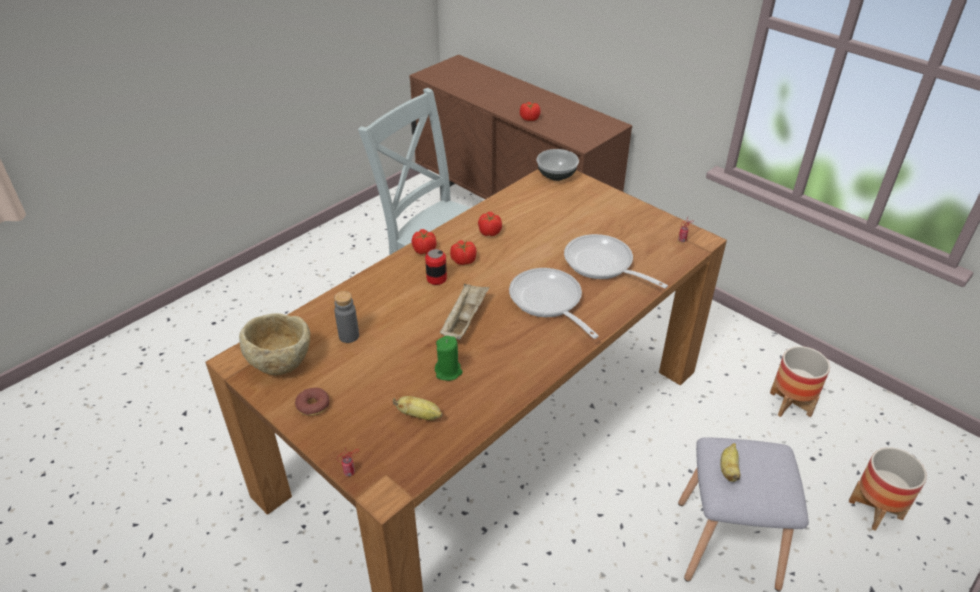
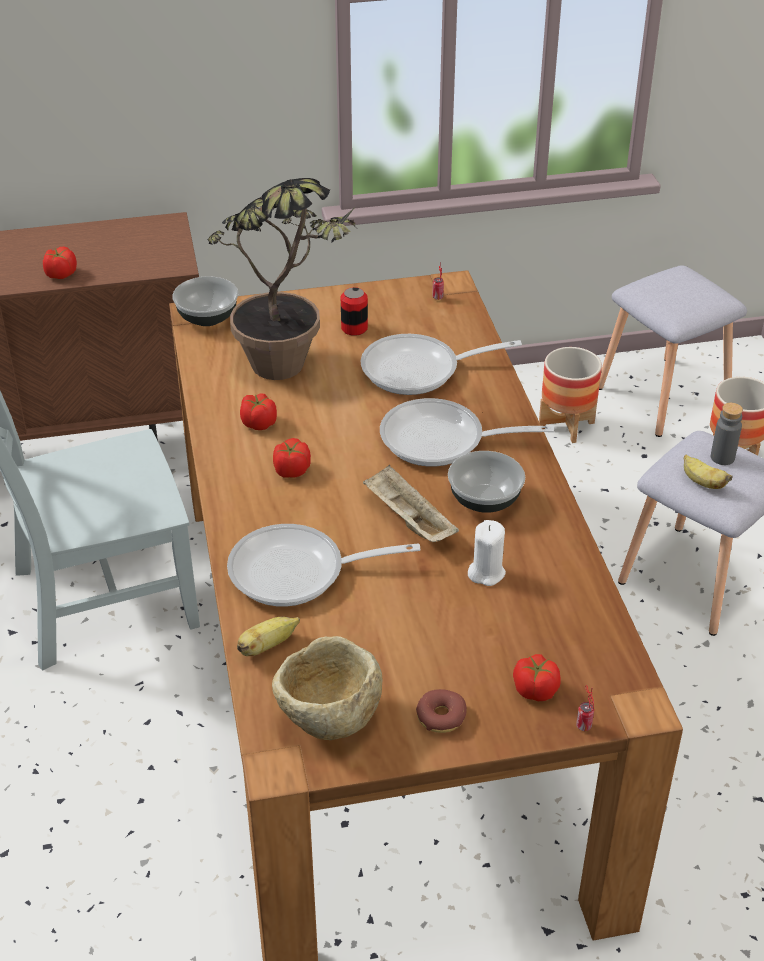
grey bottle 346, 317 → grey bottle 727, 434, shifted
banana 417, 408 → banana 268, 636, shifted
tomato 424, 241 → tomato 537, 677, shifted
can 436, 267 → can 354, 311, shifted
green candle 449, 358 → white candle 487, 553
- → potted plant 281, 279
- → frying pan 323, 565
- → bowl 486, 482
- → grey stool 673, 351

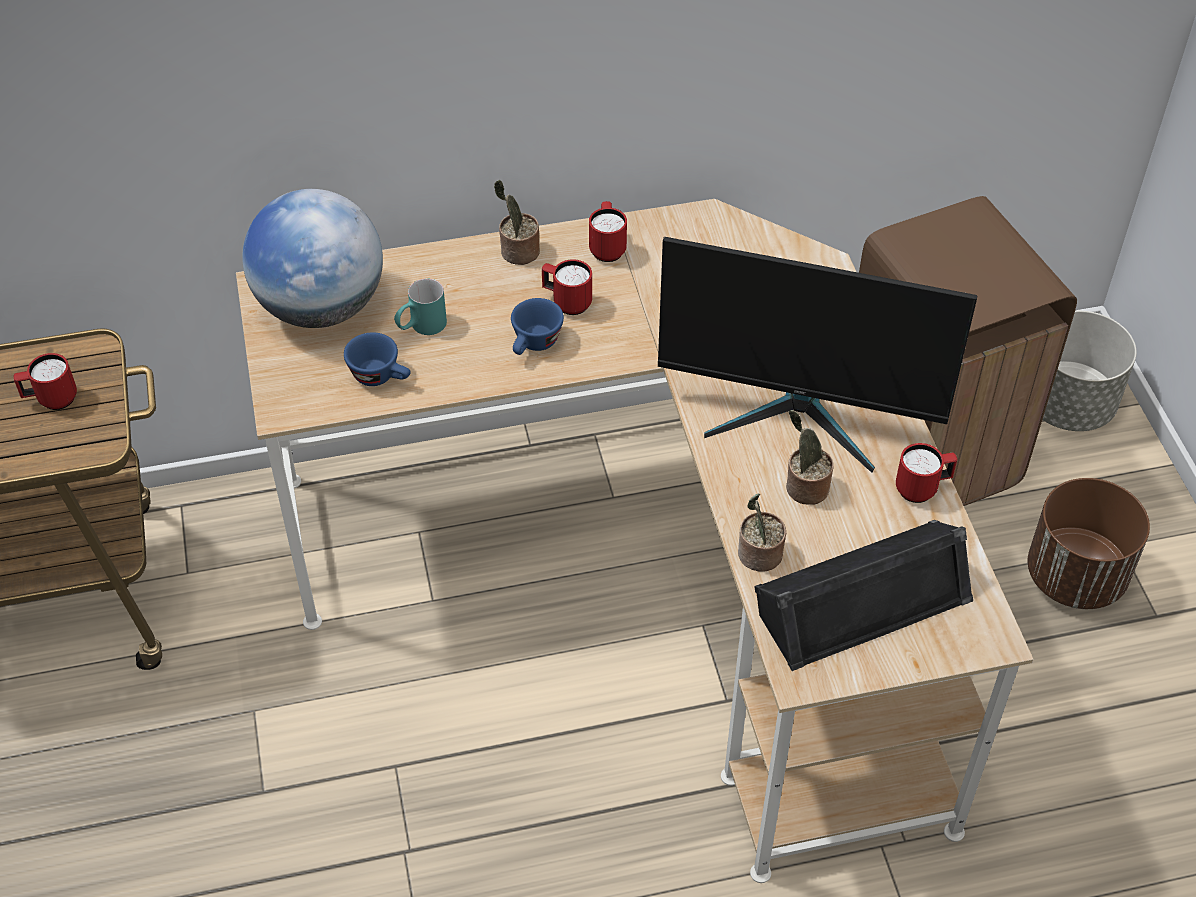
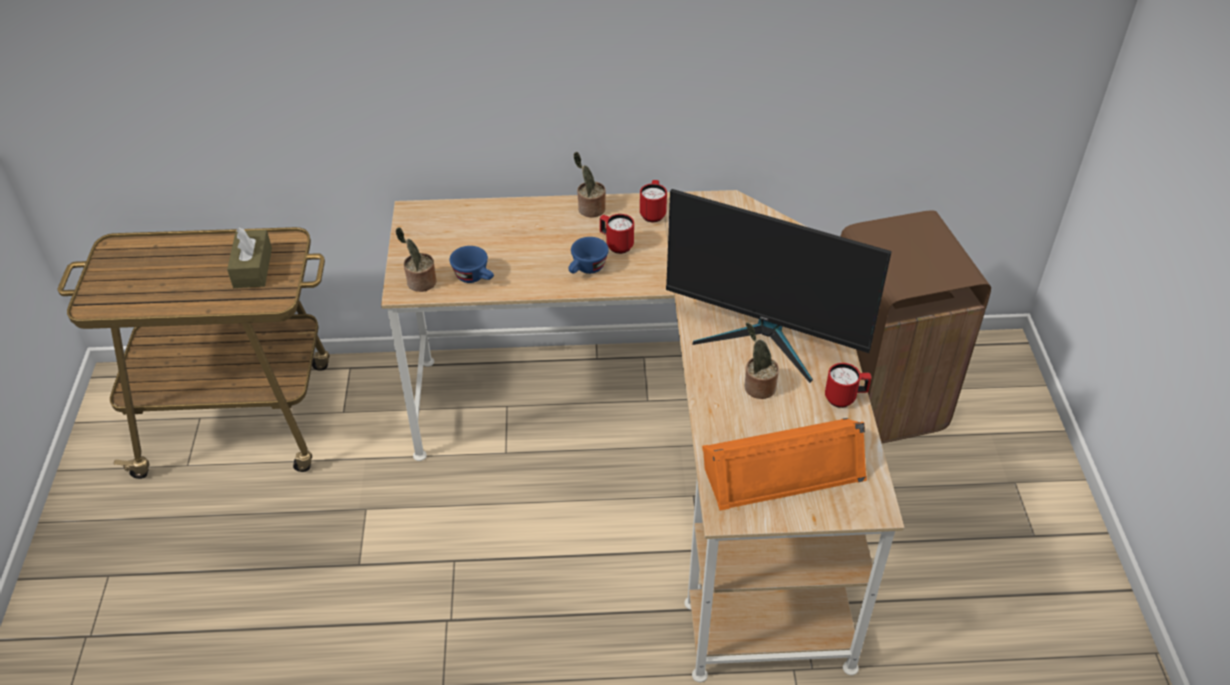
red mug 45, 381 → brown tissue box 249, 257
globe 312, 258 → -
turquoise mug 420, 307 → -
potted plant 762, 532 → potted plant 416, 259, shifted
black speaker 863, 595 → orange speaker 784, 464
brown planter 1089, 543 → -
grey planter 1089, 371 → -

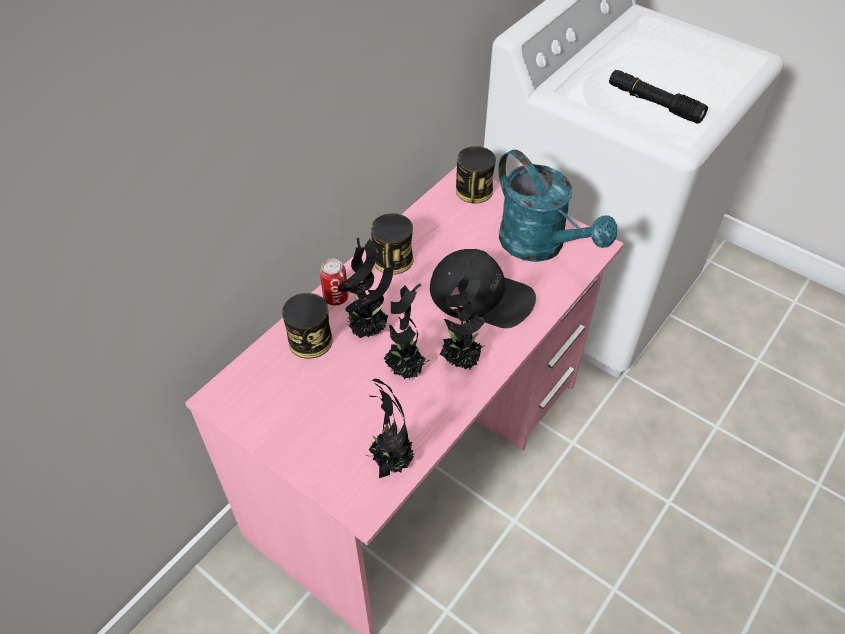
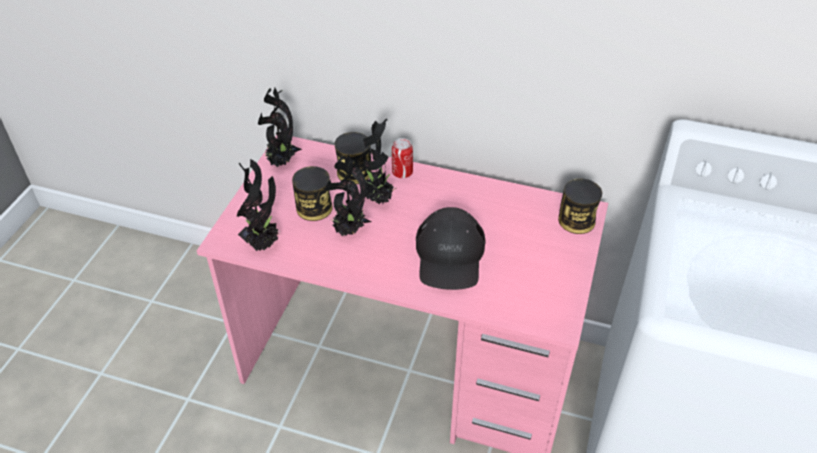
can 392, 244 → can 312, 193, shifted
potted plant 462, 320 → potted plant 280, 127, shifted
turquoise watering can 557, 206 → -
black flashlight 658, 96 → -

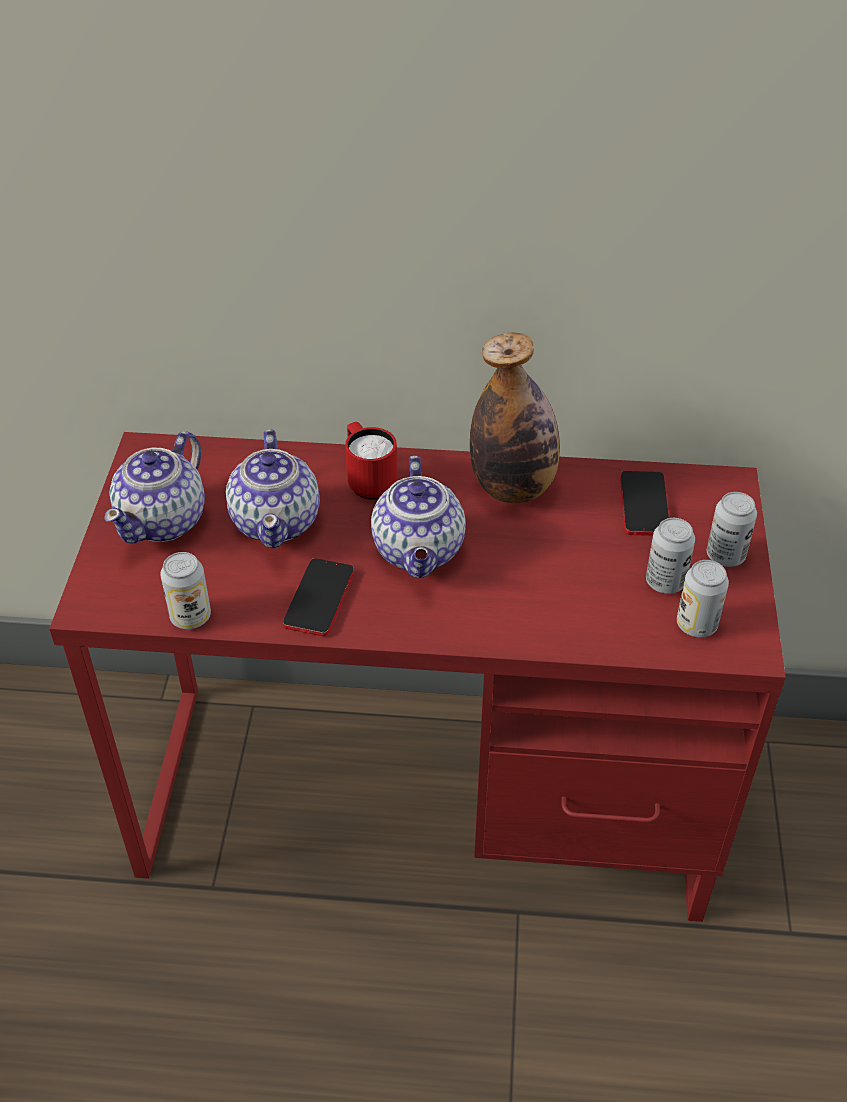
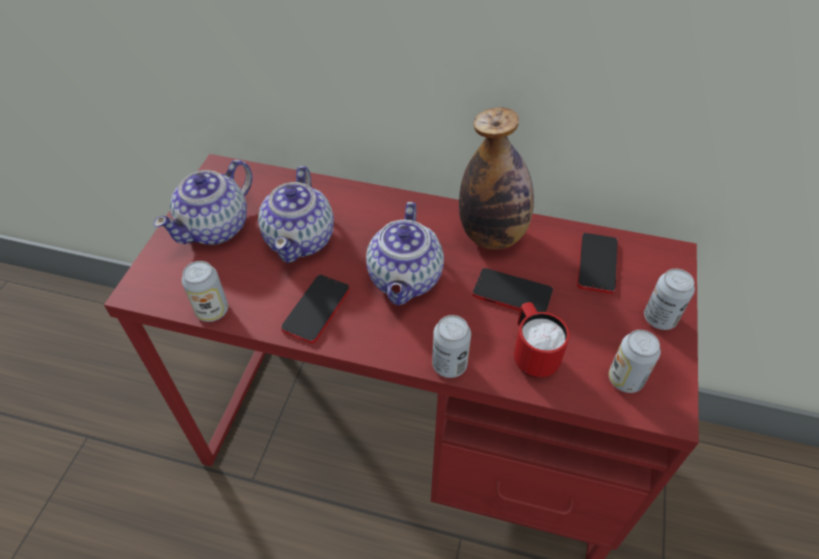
red mug 371, 461 → red mug 542, 340, shifted
can 670, 556 → can 451, 346, shifted
- → phone 512, 290

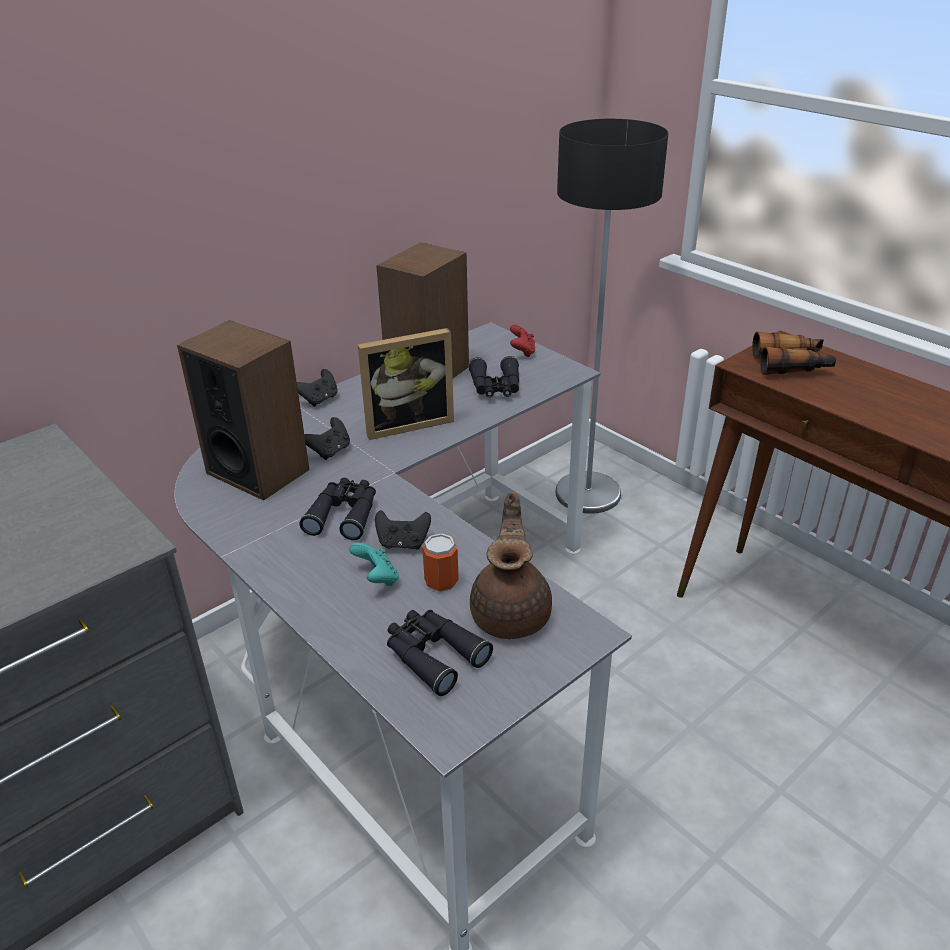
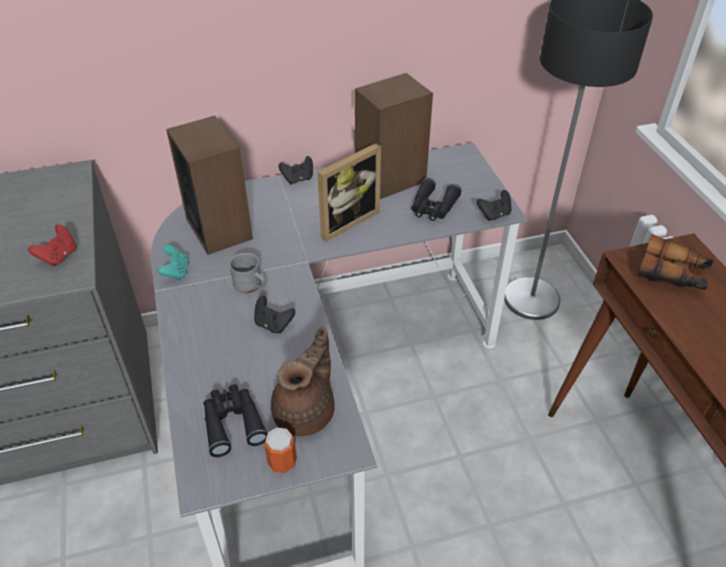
black binoculars 337, 509 → grey mug 247, 273
black game controller 327, 438 → black game controller 494, 205, shifted
turquoise game controller 374, 564 → turquoise game controller 173, 262, shifted
picture frame 406, 384 → picture frame 349, 192, 45 degrees counterclockwise
can 440, 562 → can 280, 450, shifted
red game controller 522, 341 → red game controller 52, 245, shifted

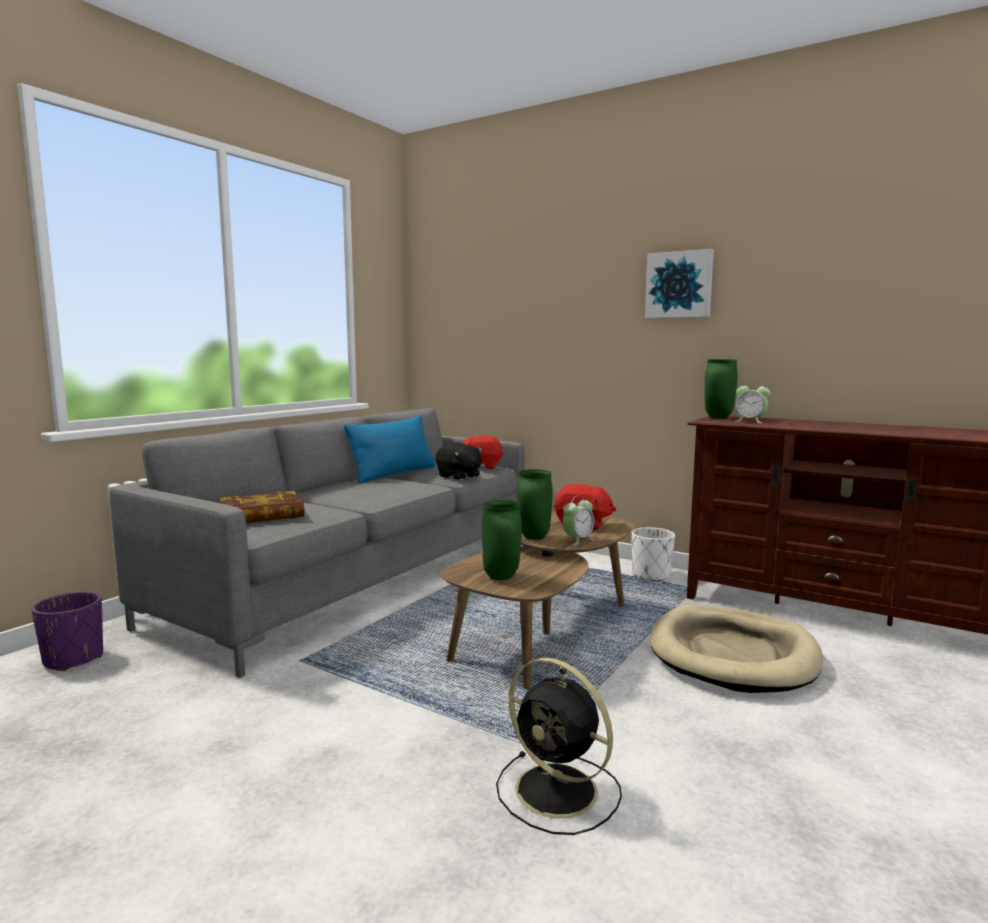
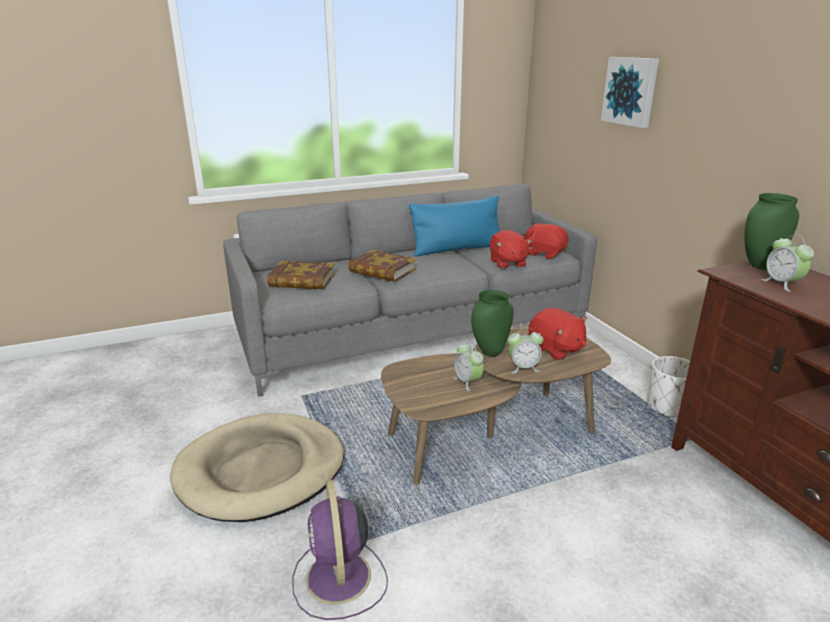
purple planter 67, 631 → -
black plush toy 459, 461 → red plush toy 511, 249
green vase 502, 540 → -
black fan 559, 746 → purple fan 340, 549
picture 679, 283 → picture 630, 92, shifted
beige dog bed 736, 649 → beige dog bed 257, 467, shifted
- → book 382, 266
- → alarm clock 468, 366

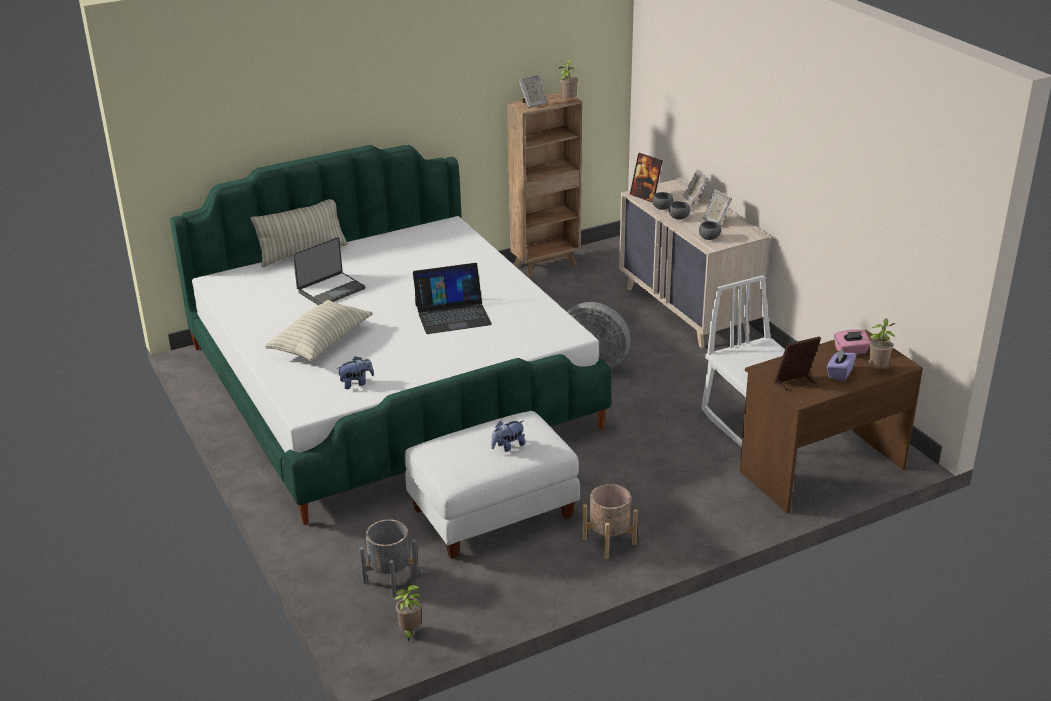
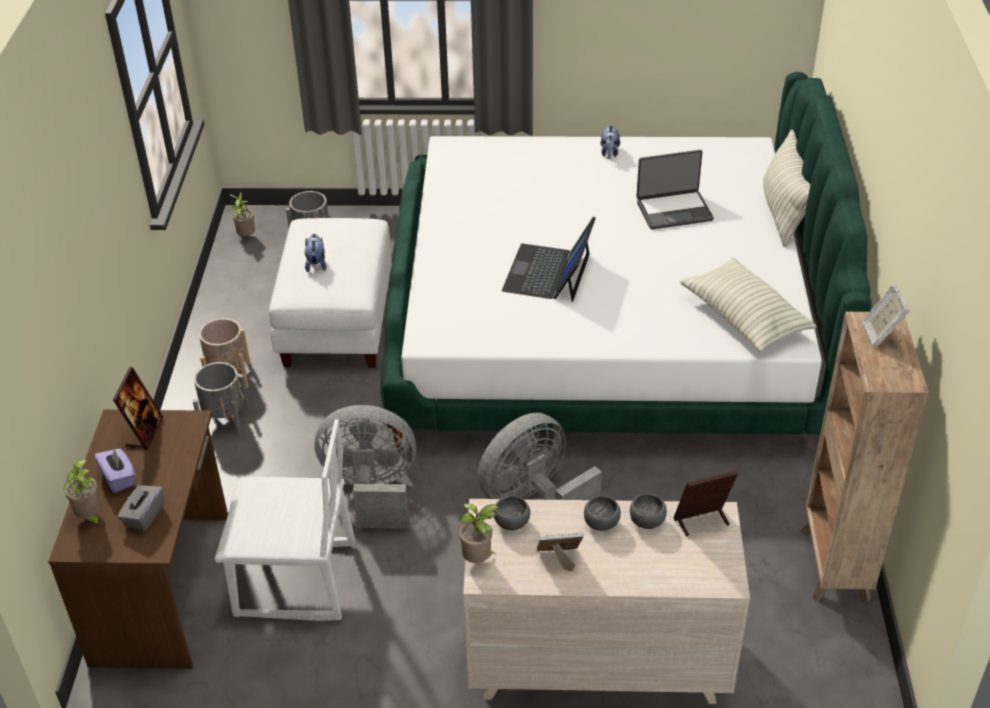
pillow 319, 330 → pillow 748, 305, shifted
laptop 329, 271 → laptop 675, 189, 90 degrees counterclockwise
plush toy 355, 372 → plush toy 610, 141, shifted
potted plant 568, 78 → potted plant 479, 533, shifted
picture frame 695, 187 → -
pink tissue box 852, 342 → grey tissue box 140, 508
- → grey planter 221, 399
- → grey fan 365, 467

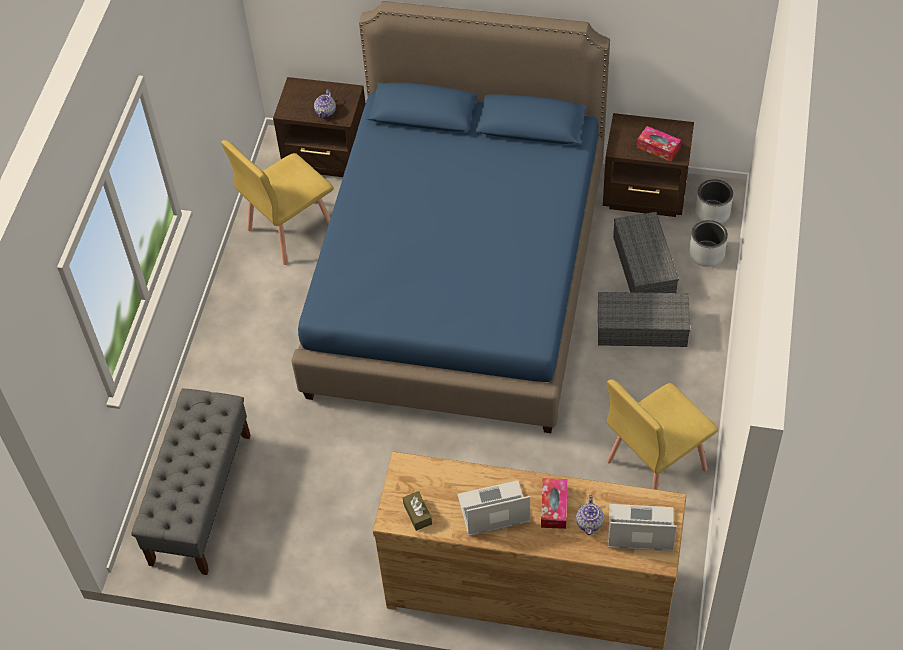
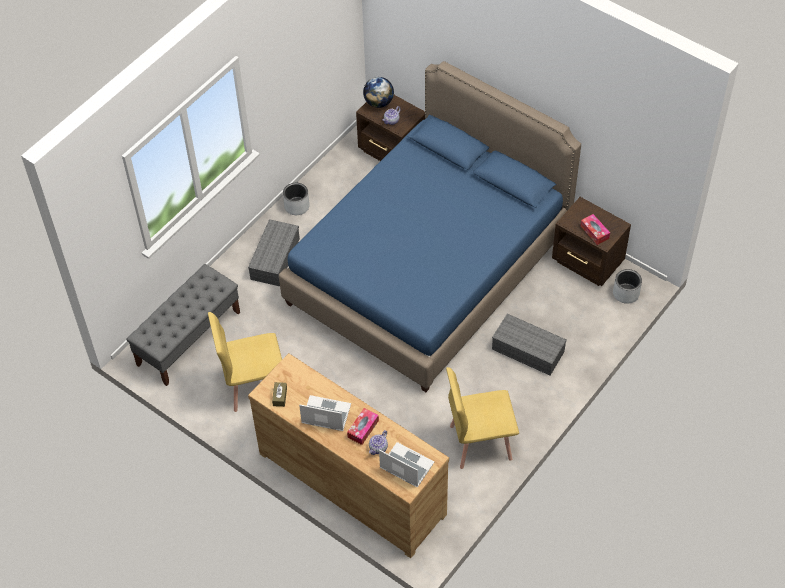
yellow chair 277, 202 → yellow chair 245, 362, shifted
grey storage box 646, 252 → grey storage box 274, 252, shifted
grey planter 708, 243 → grey planter 296, 199, shifted
- → globe 378, 92

